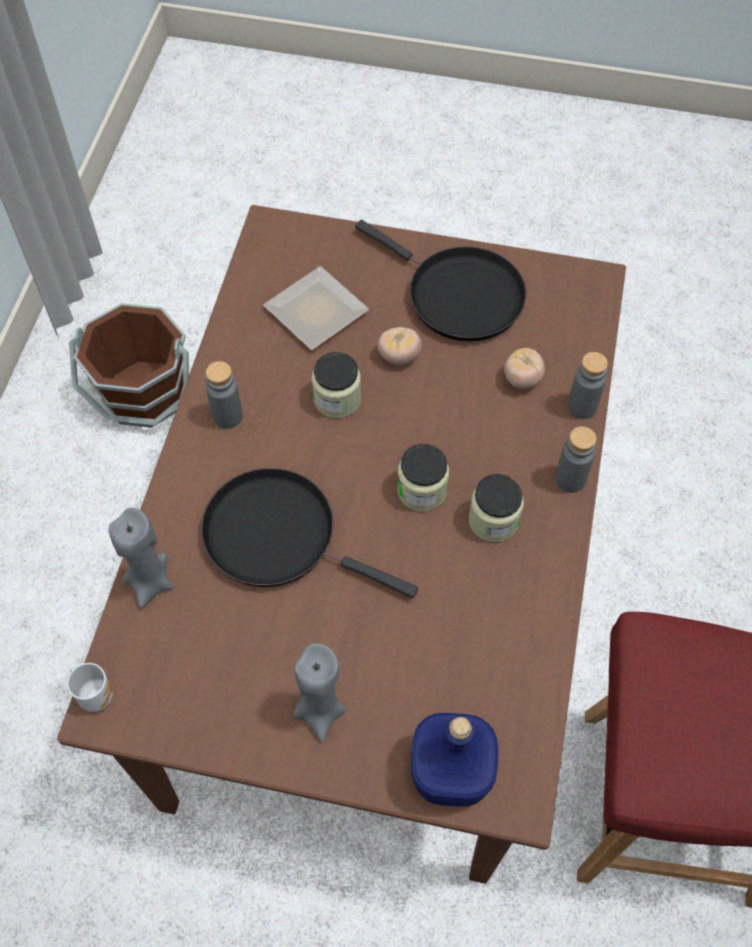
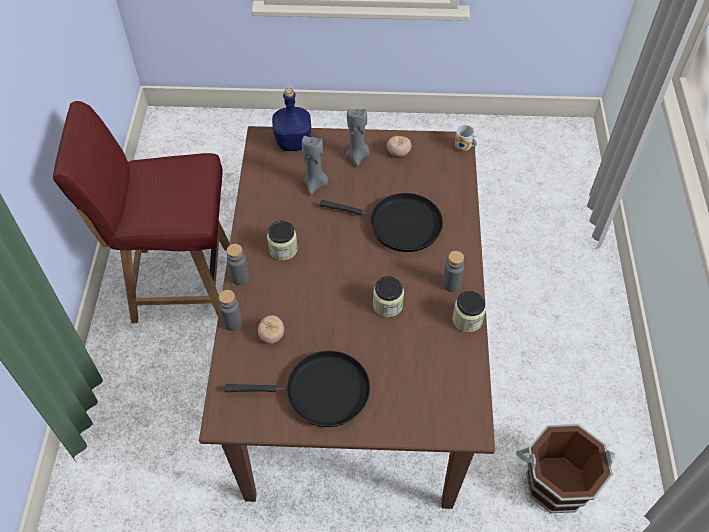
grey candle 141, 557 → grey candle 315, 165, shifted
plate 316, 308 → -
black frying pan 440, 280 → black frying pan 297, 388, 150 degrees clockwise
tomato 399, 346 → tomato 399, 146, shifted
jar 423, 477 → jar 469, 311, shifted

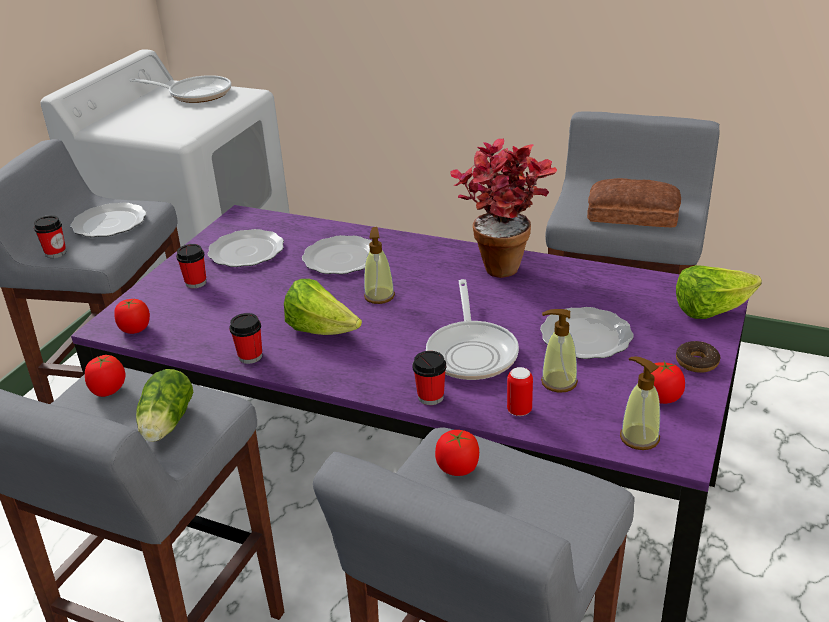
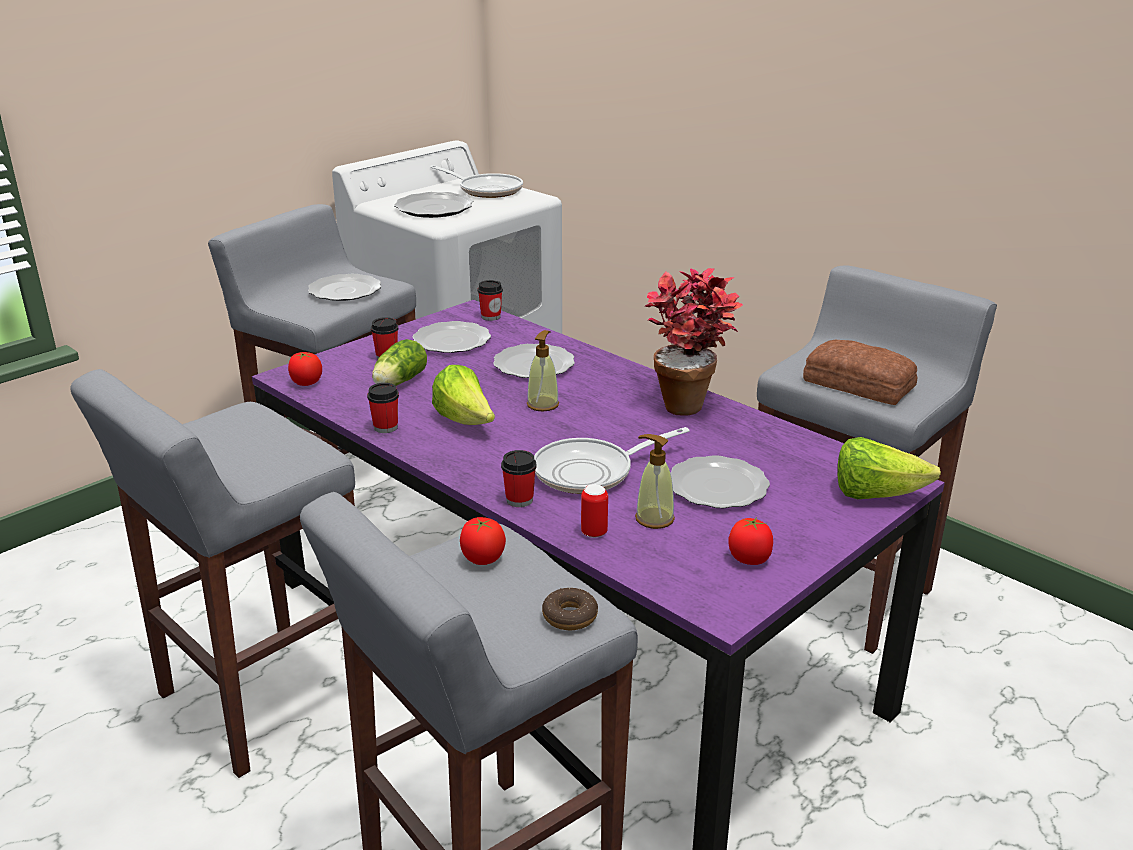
cup 50, 236 → cup 490, 300, shifted
tomato 105, 376 → -
lettuce 164, 405 → lettuce 399, 362, shifted
frying pan 472, 329 → frying pan 612, 460, 45 degrees clockwise
soap dispenser 640, 403 → -
donut 698, 357 → donut 570, 609, shifted
- → plate 434, 205

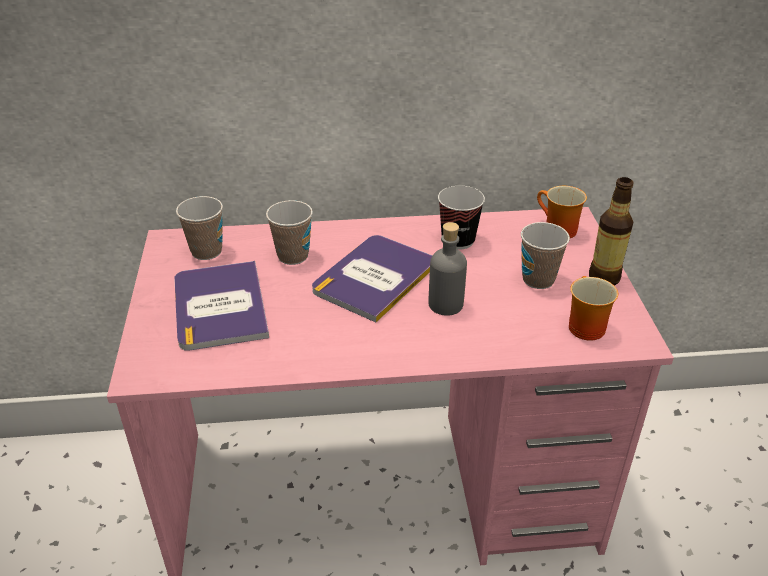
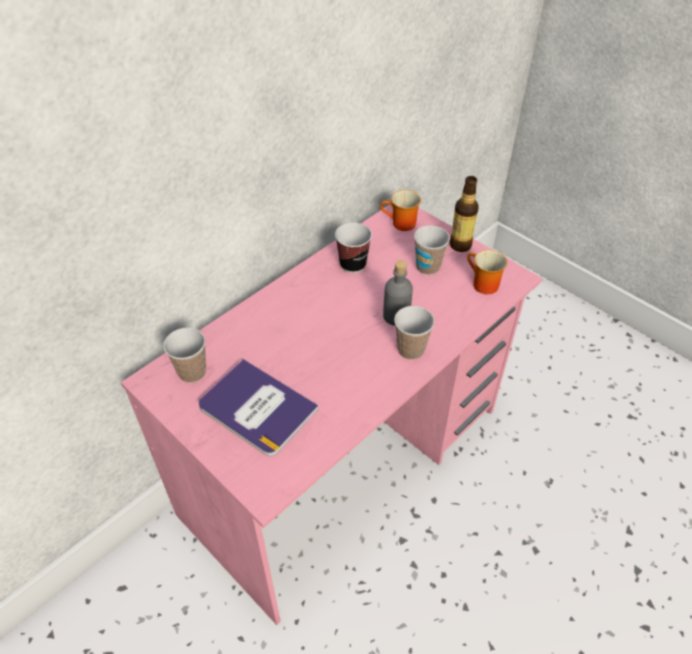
cup 289, 232 → cup 414, 333, shifted
book 372, 279 → -

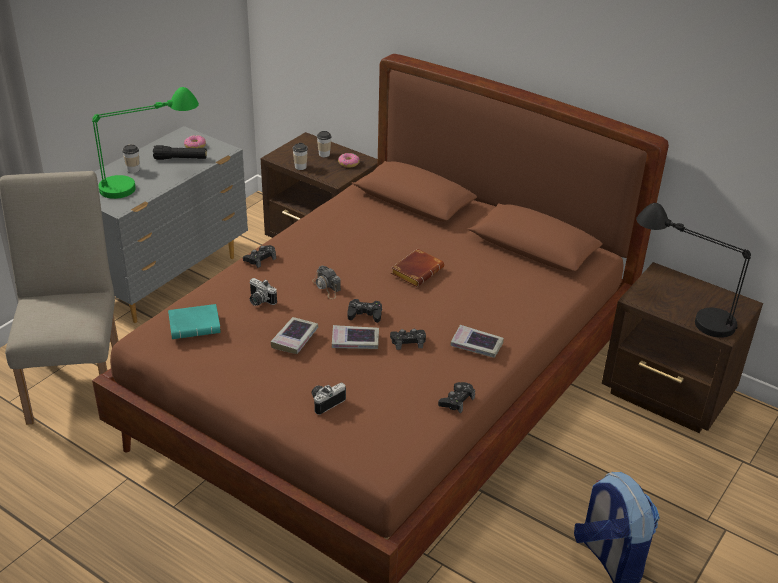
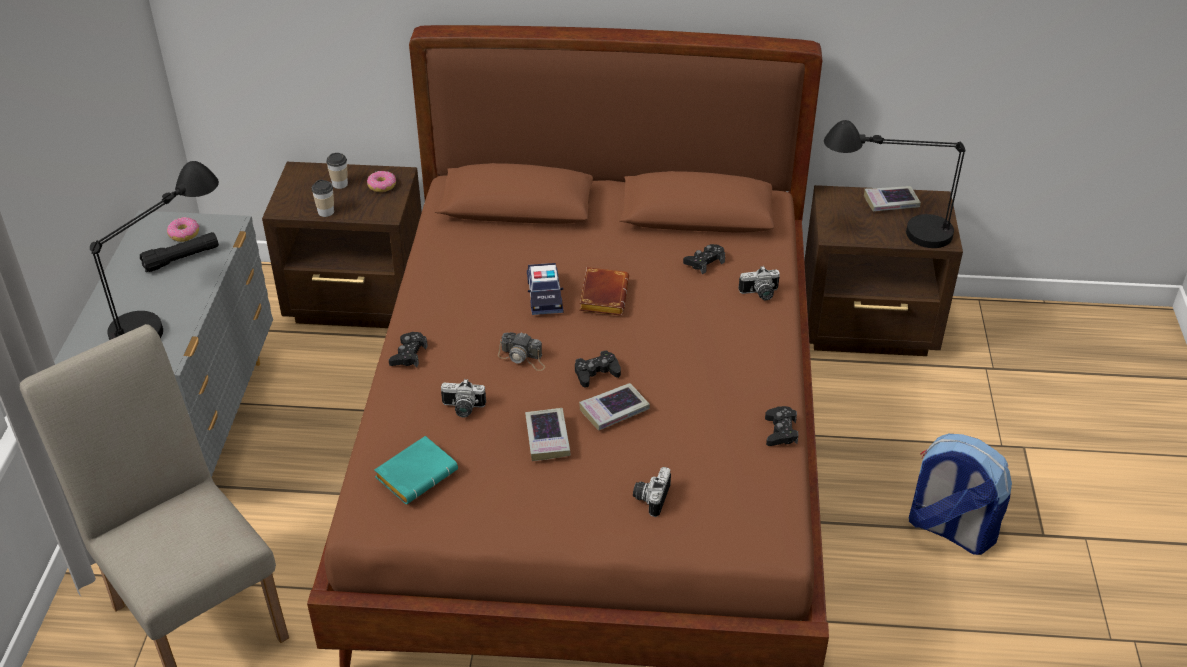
green table lamp 145, 143 → black table lamp 154, 250
cup 131, 158 → -
black game controller 408, 339 → black game controller 704, 259, shifted
book 477, 341 → book 892, 198, shifted
- → toy car 545, 289
- → photo camera 759, 283

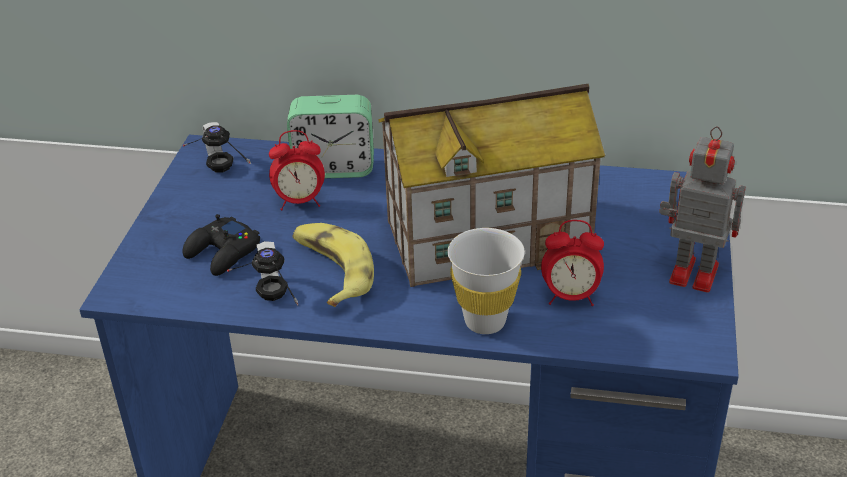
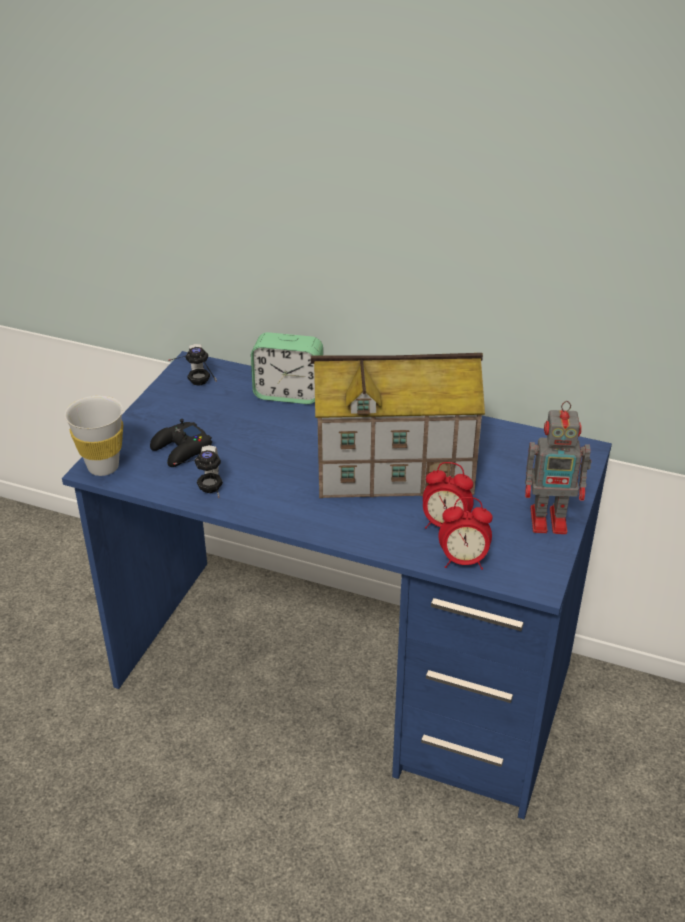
alarm clock 297, 170 → alarm clock 466, 533, shifted
banana 333, 265 → -
white cup 486, 281 → white cup 94, 436, shifted
toy robot 702, 209 → toy robot 558, 467, 150 degrees clockwise

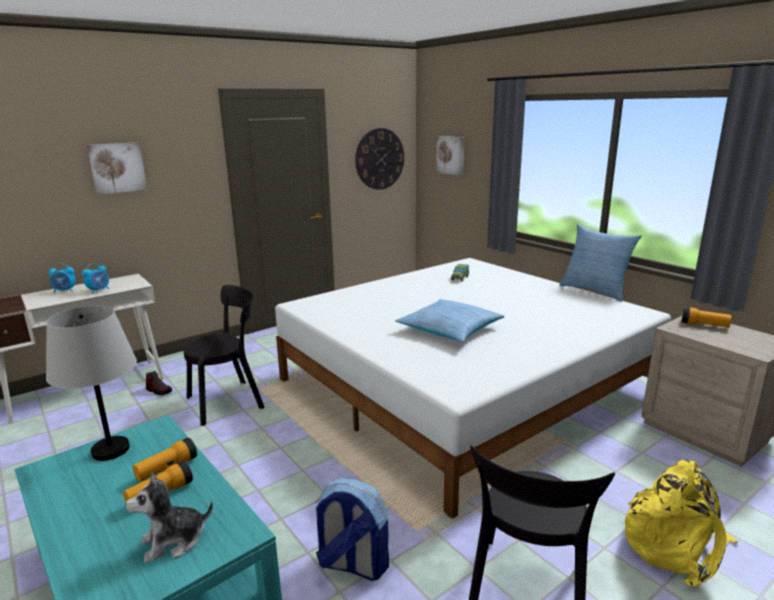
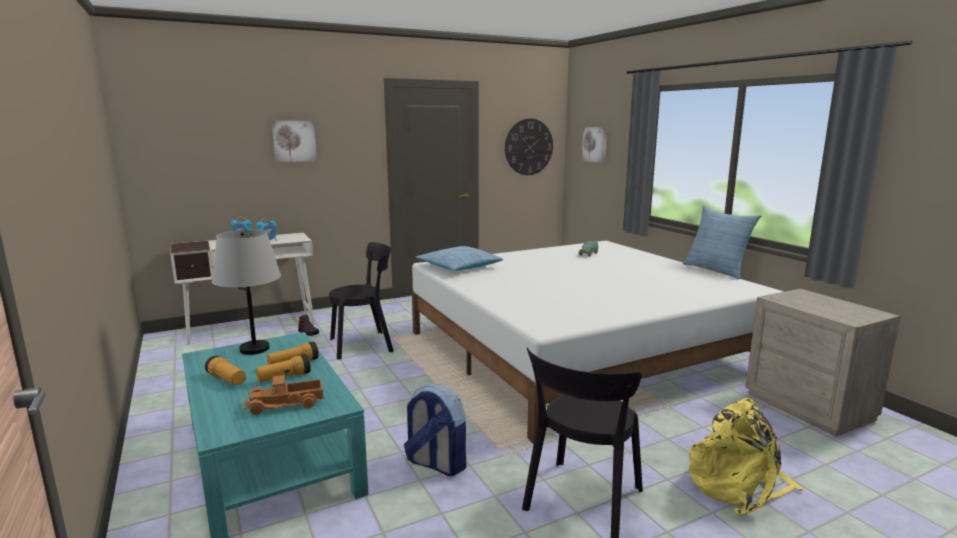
plush toy 169, 517 → toy truck 283, 395
pillow 450, 320 → pillow 459, 258, shifted
flashlight 706, 317 → flashlight 225, 370, shifted

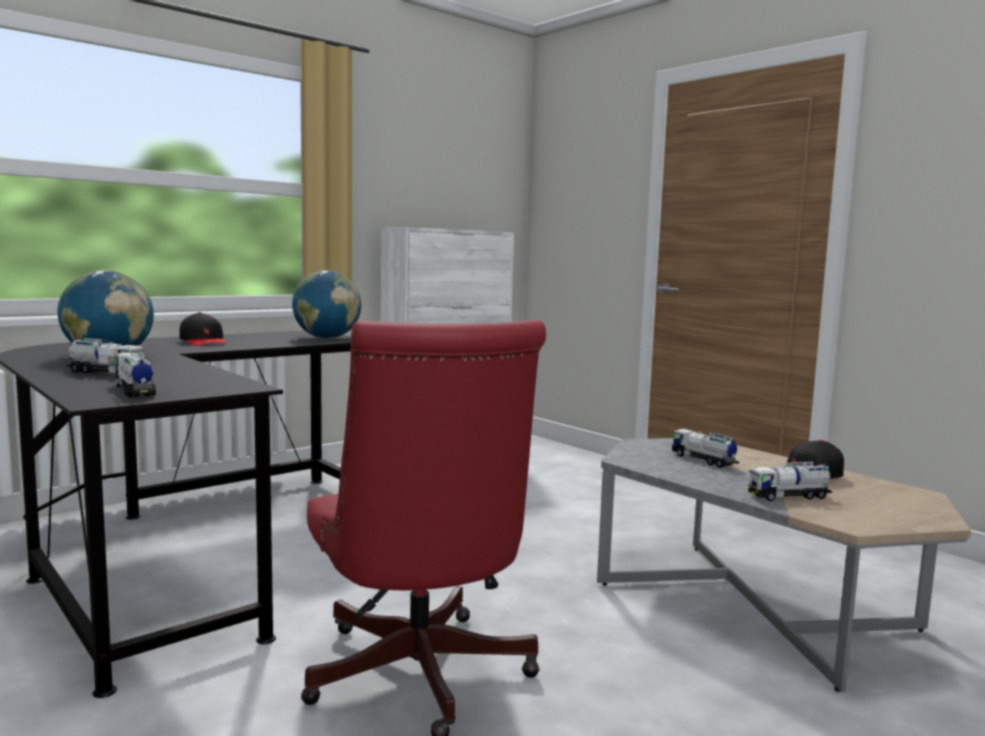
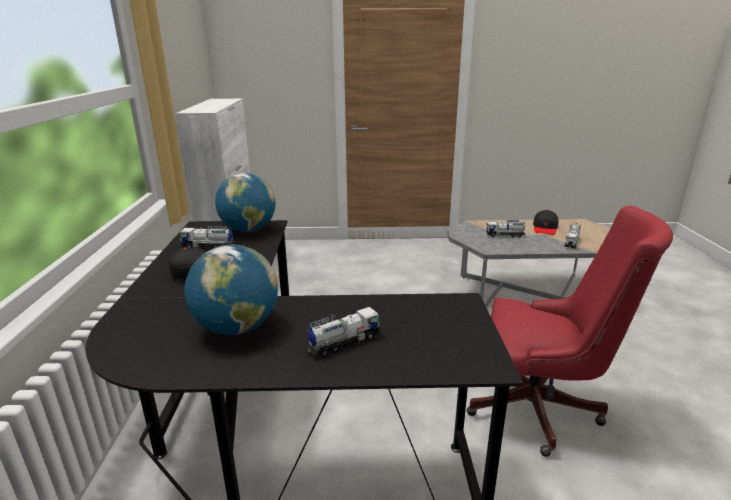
toy truck 135, 374 → toy truck 207, 237, shifted

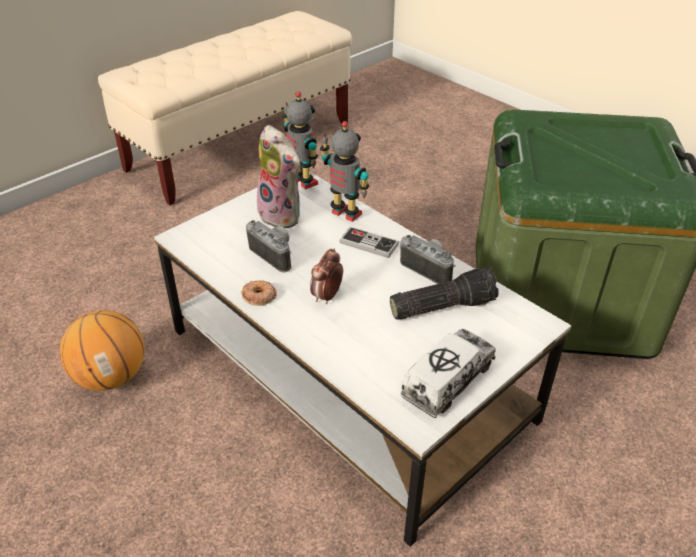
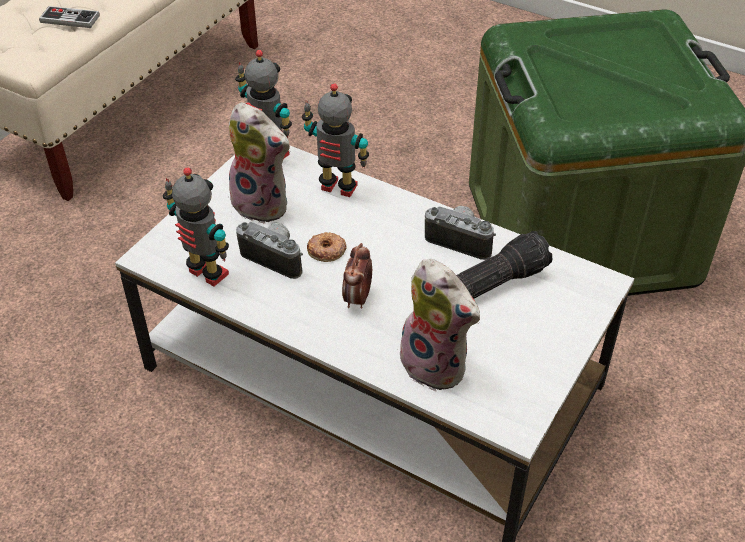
basketball 102, 350 → -
donut 259, 293 → donut 326, 247, shifted
game controller 369, 242 → game controller 69, 17, shifted
toy truck 448, 373 → -
- → toy robot 196, 226
- → plush toy 437, 325

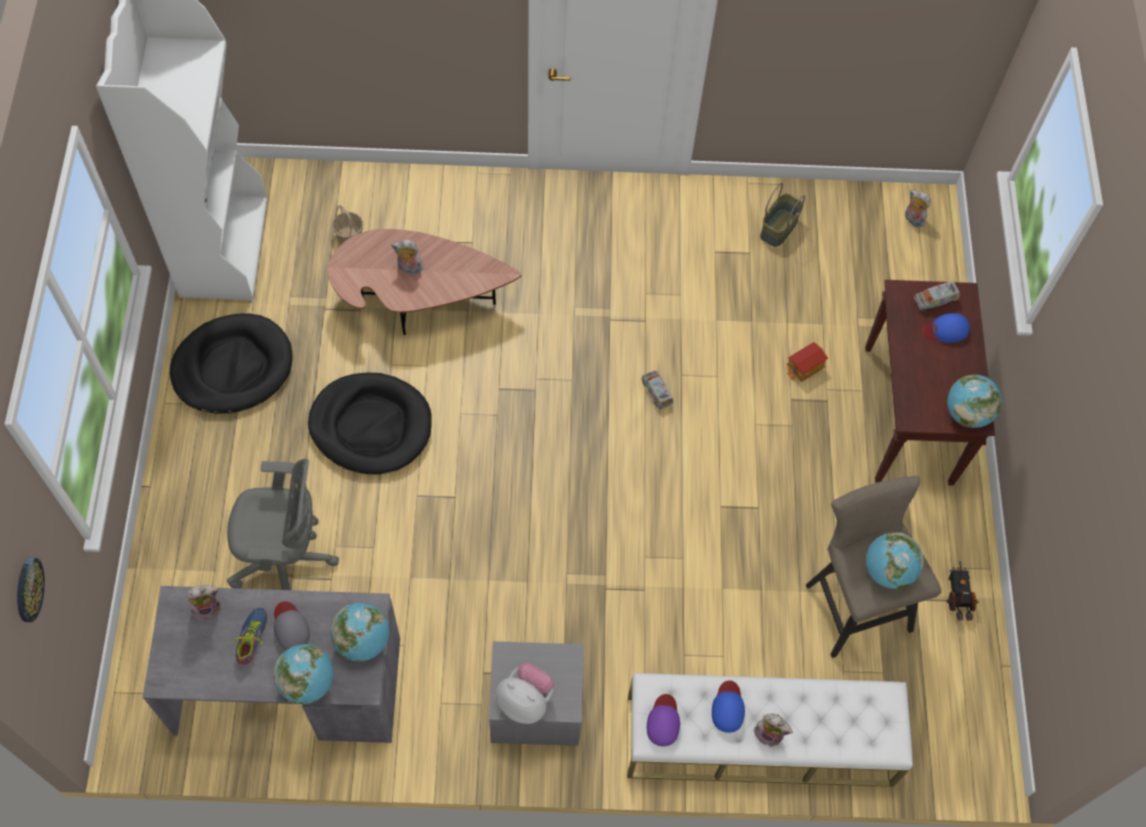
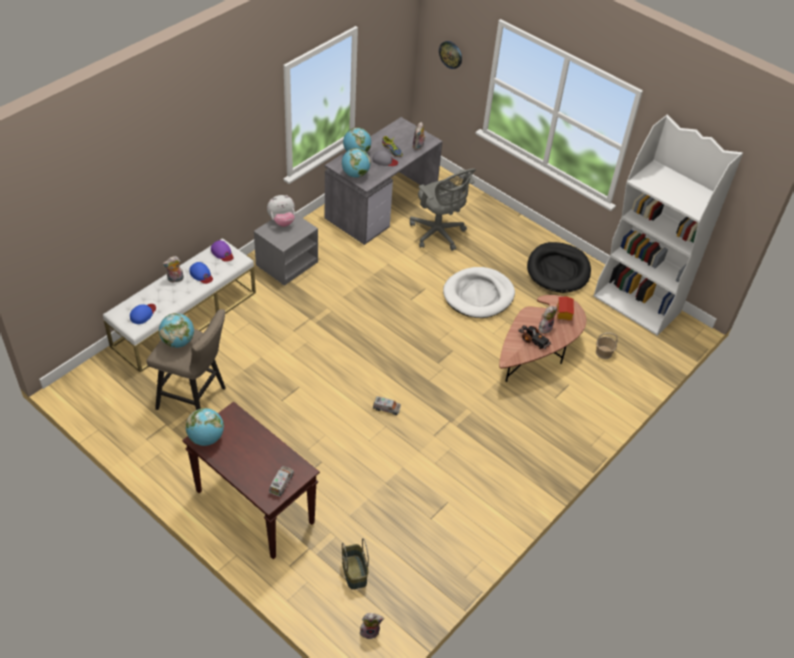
grey office chair 283, 524 → grey office chair 443, 209, 75 degrees counterclockwise
black dog bed 370, 424 → white dog bed 479, 292
basket 782, 215 → basket 355, 564, shifted
toy house 807, 362 → toy house 565, 309, shifted
blue cap 946, 328 → blue cap 143, 314, shifted
toy truck 962, 591 → toy truck 535, 337, shifted

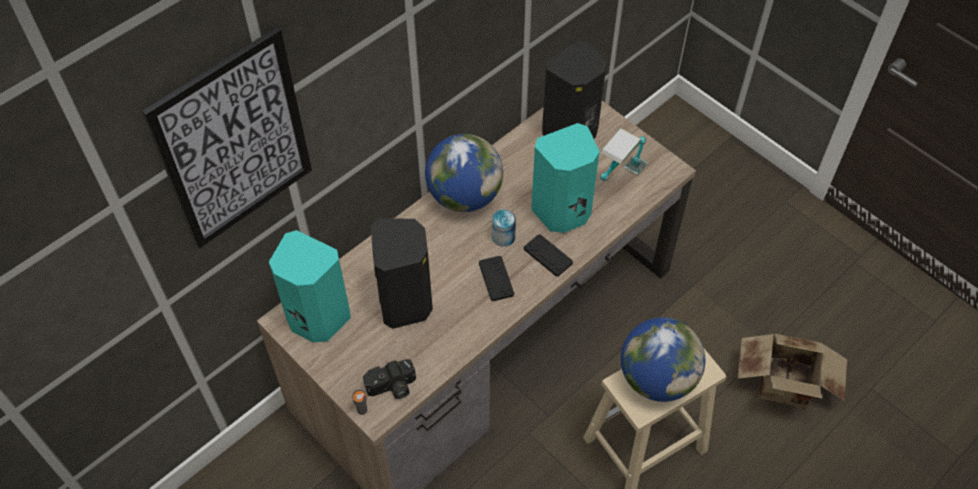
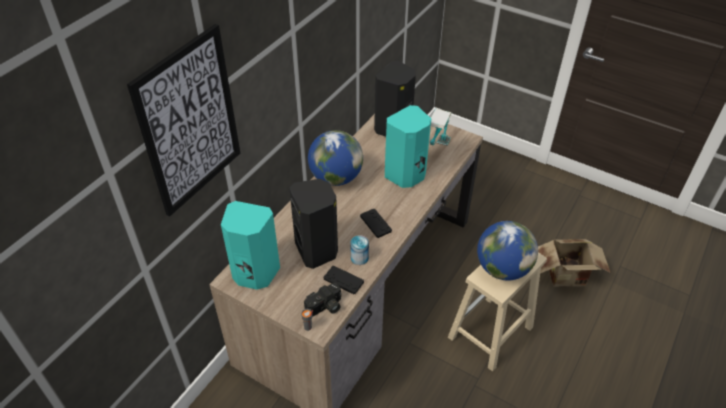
can 504, 228 → can 360, 250, shifted
black game controller 548, 255 → black game controller 343, 280, shifted

